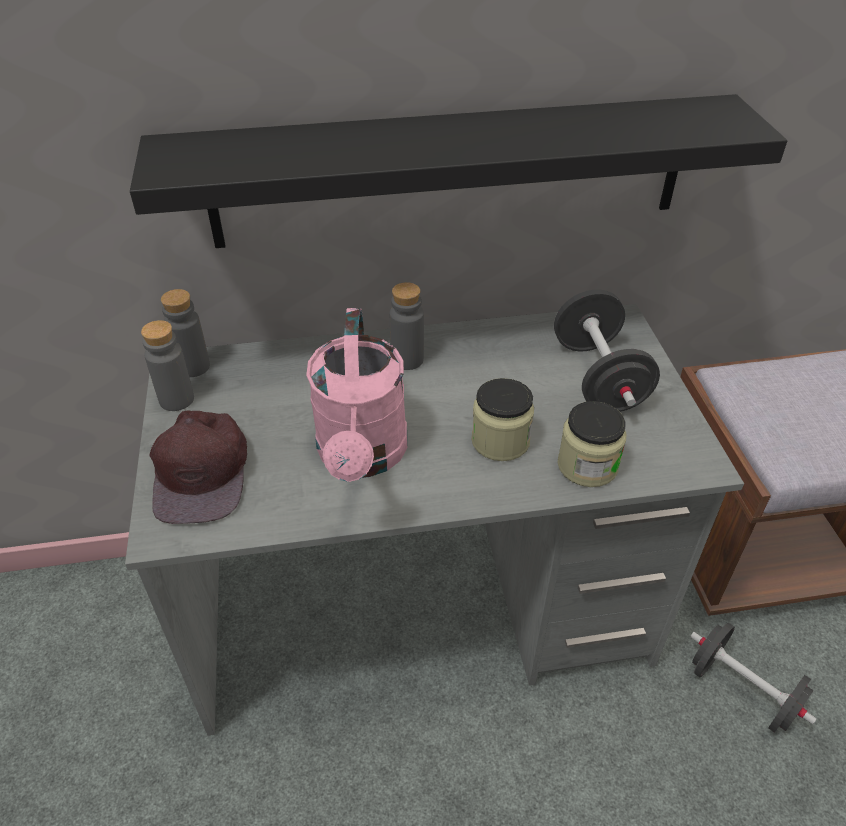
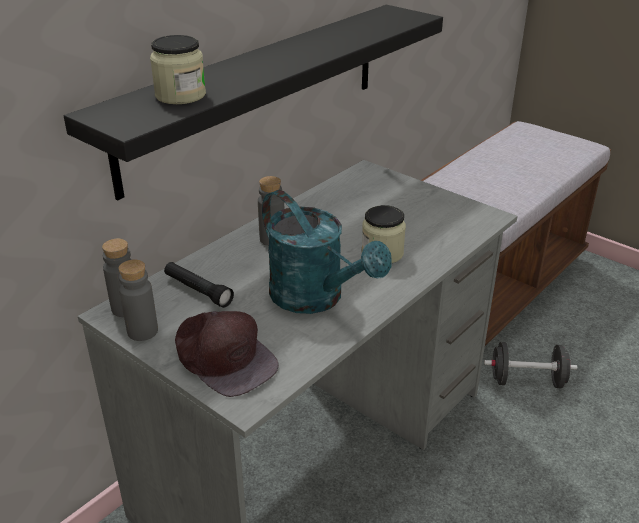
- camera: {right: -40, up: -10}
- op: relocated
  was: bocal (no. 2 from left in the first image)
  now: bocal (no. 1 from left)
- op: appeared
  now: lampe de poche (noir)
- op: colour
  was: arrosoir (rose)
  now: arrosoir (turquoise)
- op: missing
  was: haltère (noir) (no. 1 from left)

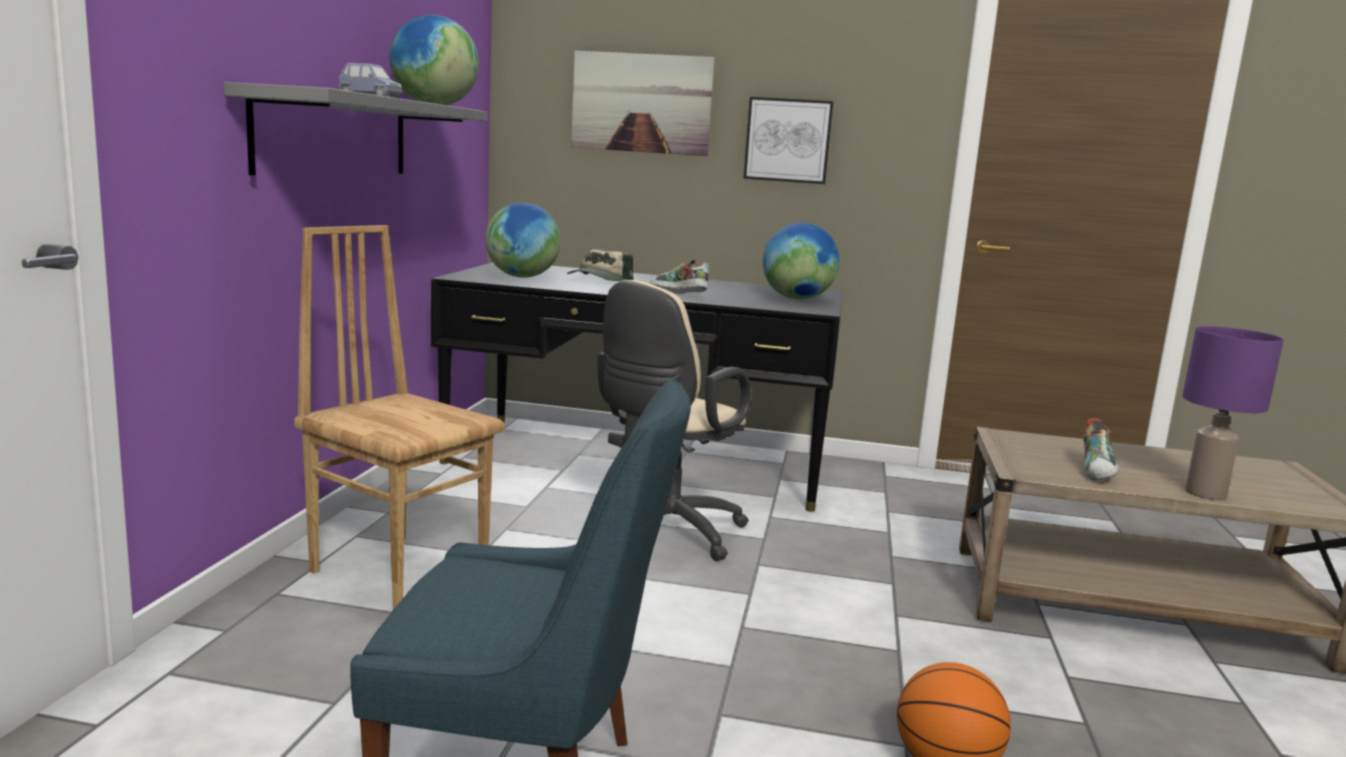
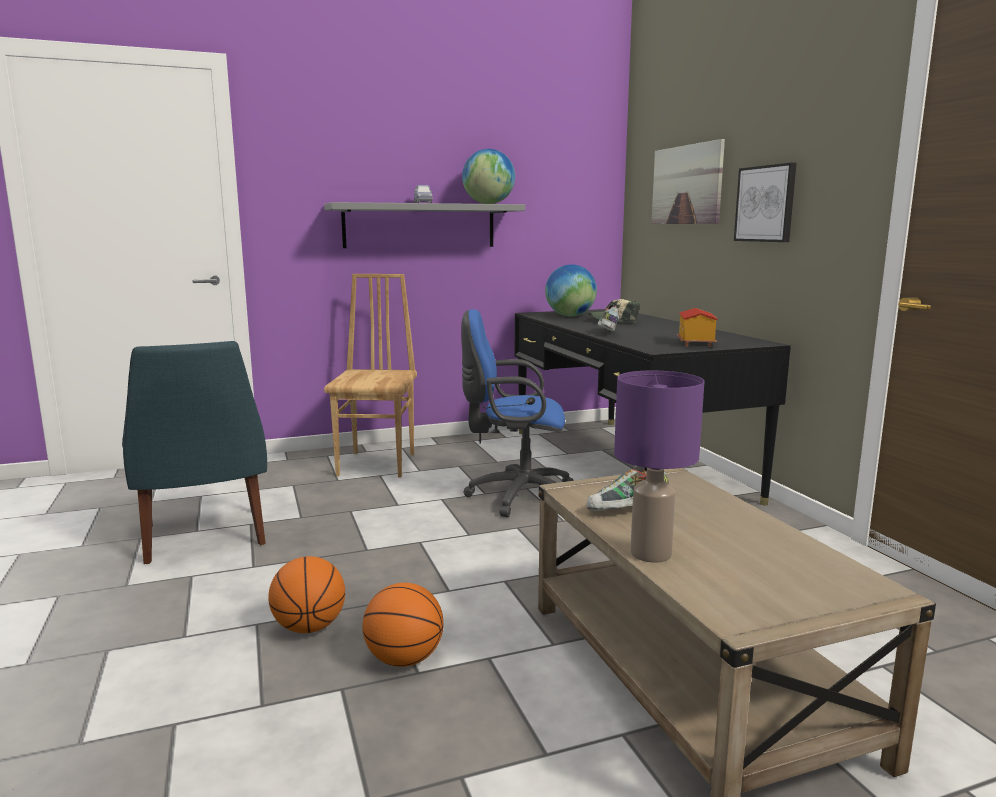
- camera: {right: 60, up: 0}
- op: appeared
  now: ballon de basket (no. 2 from left)
- op: colour
  was: chaise de bureau (beige)
  now: chaise de bureau (bleu)
- op: exchanged
  was: globe (no. 3 from left)
  now: maison miniature

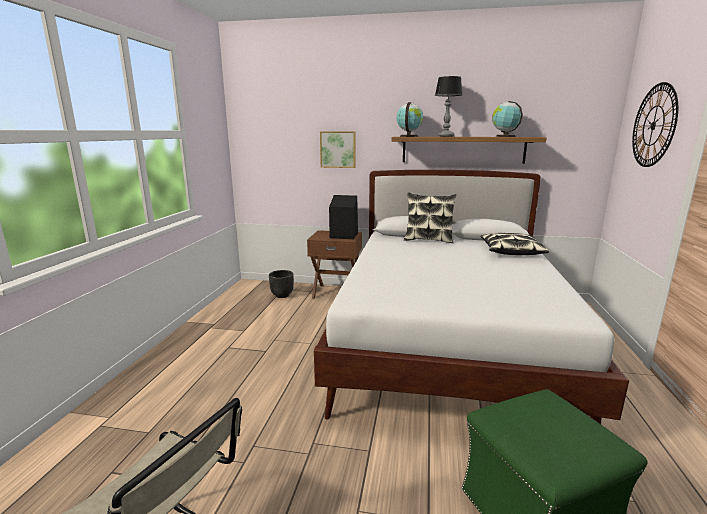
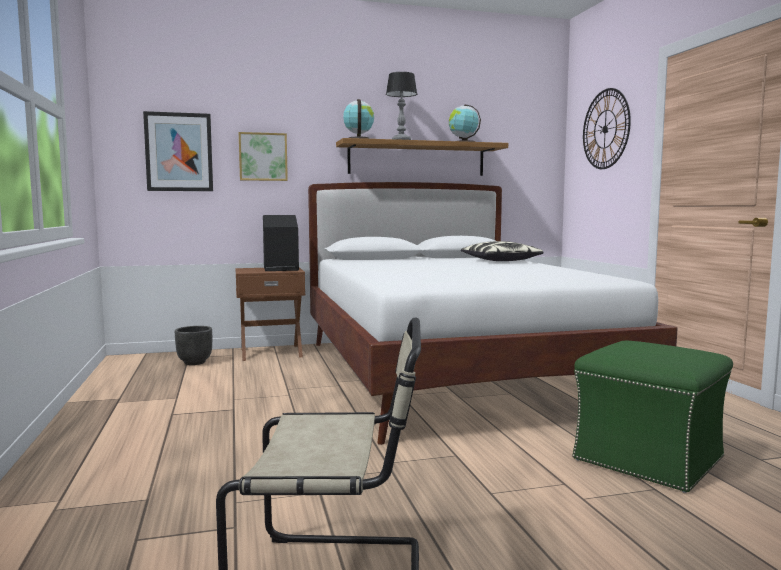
- camera: {right: -25, up: -10}
- op: appeared
  now: tableau (no. 1 from left)
- op: missing
  was: coussin (no. 1 from left)

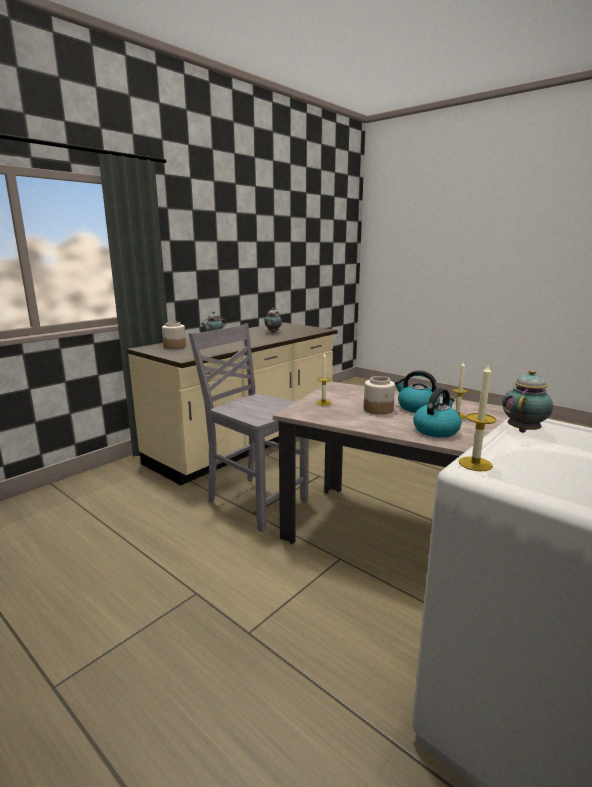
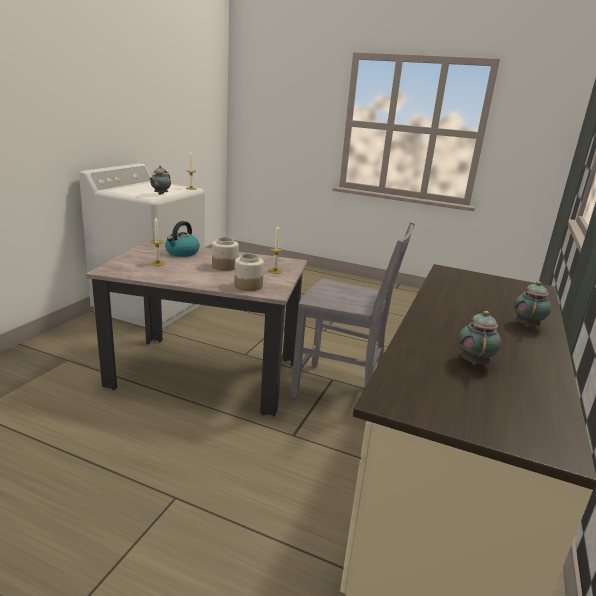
- camera: {right: 160, up: 5}
- op: relocated
  was: bocal (no. 1 from left in the first image)
  now: bocal (no. 2 from left)
- op: missing
  was: bouilloire (no. 1 from left)

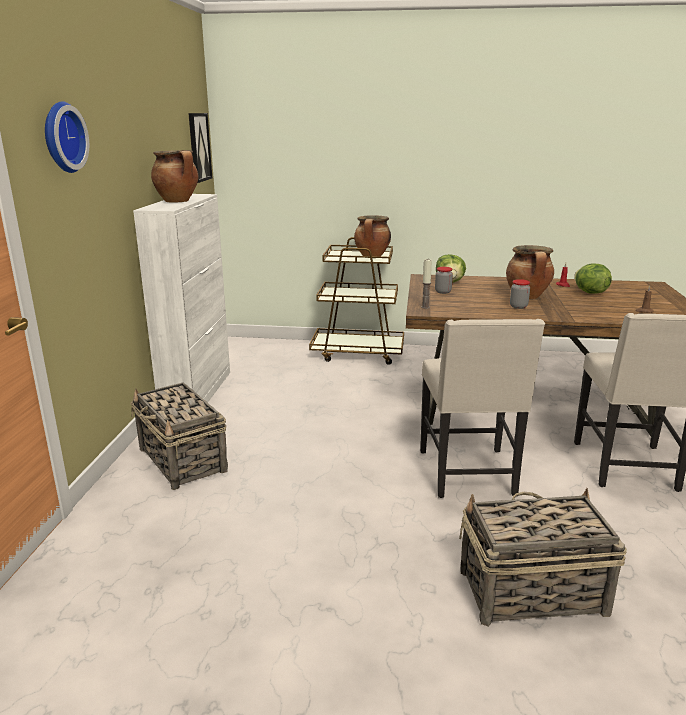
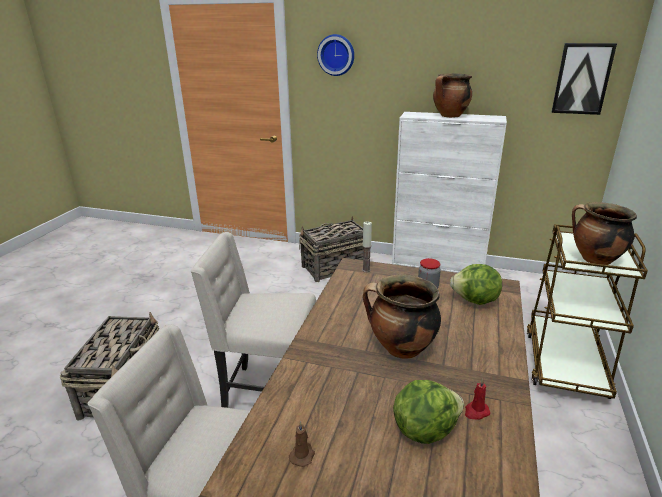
- camera: {right: 100, up: 5}
- op: missing
  was: bocal (no. 2 from left)

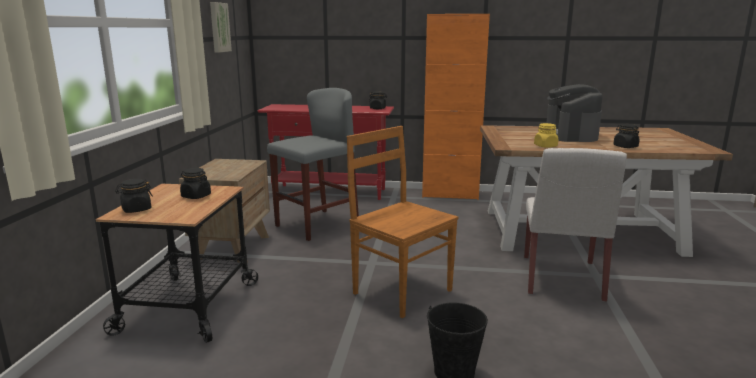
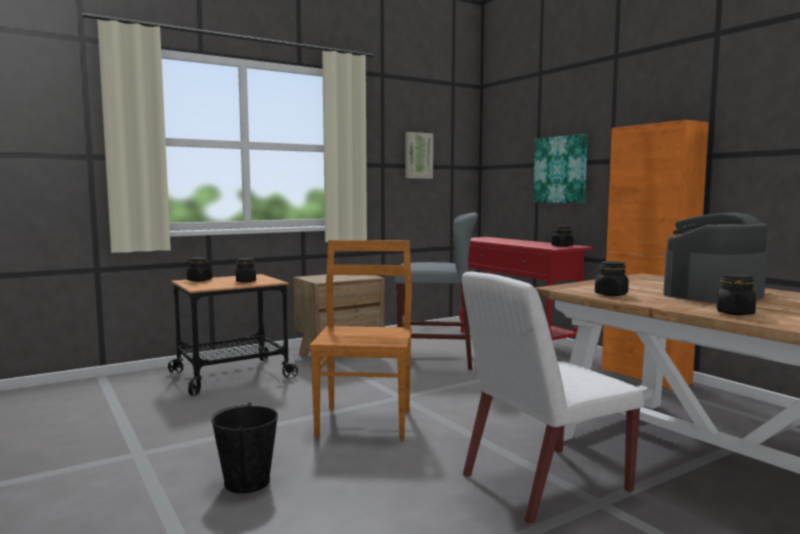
- camera: {right: 50, up: -10}
- op: appeared
  now: tableau (no. 2 from left)
- op: colour
  was: bocal (jaune)
  now: bocal (noir) (no. 4 from left)

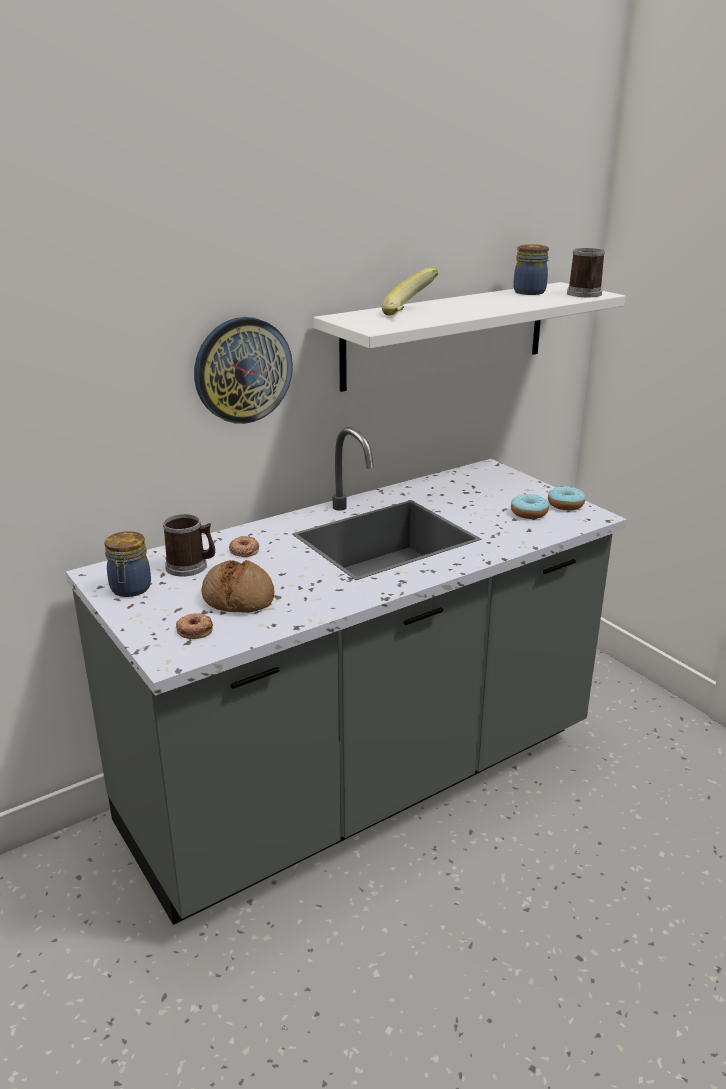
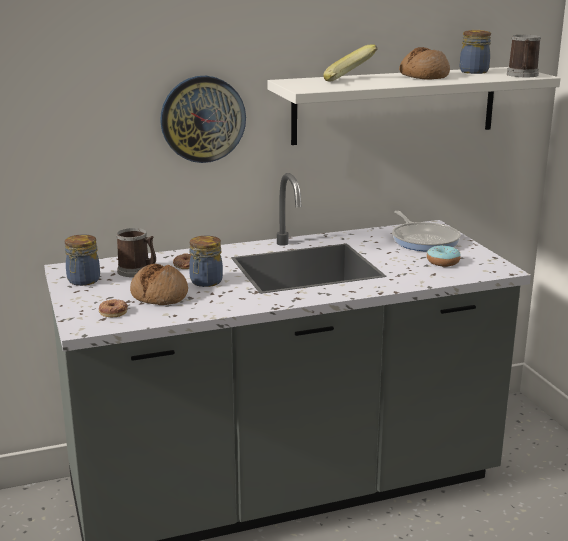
- camera: {right: 15, up: -5}
- op: appeared
  now: bocal (no. 2 from left)
- op: appeared
  now: poêle
- op: appeared
  now: pain (no. 2 from left)
- op: missing
  was: beignet (no. 4 from left)

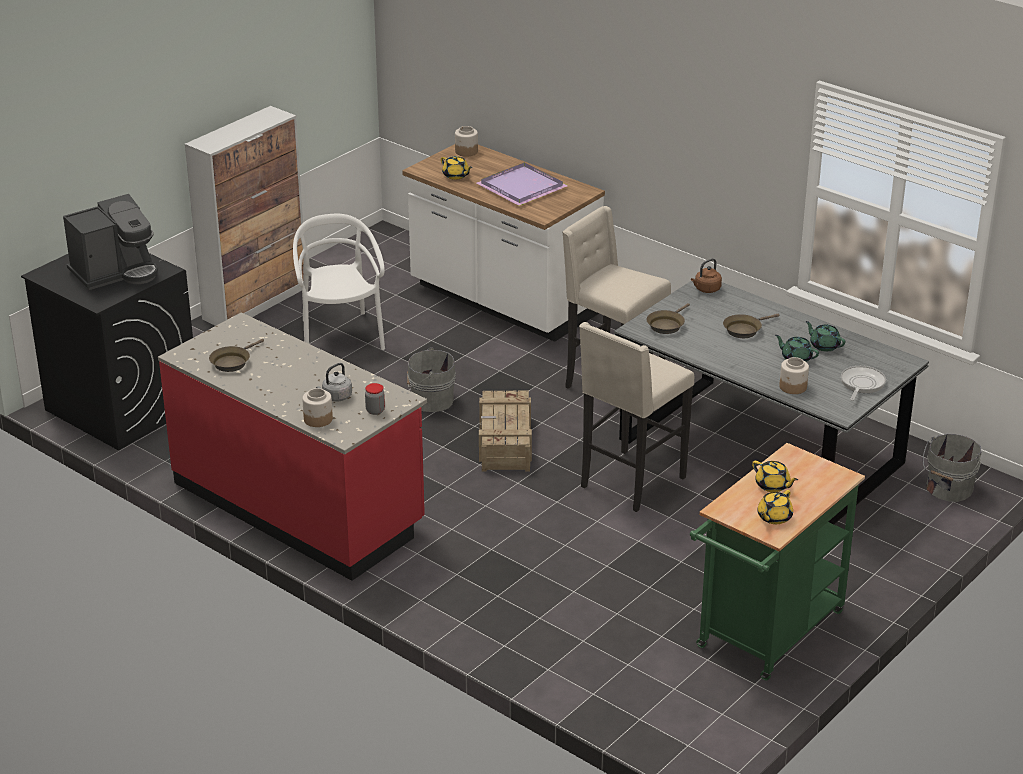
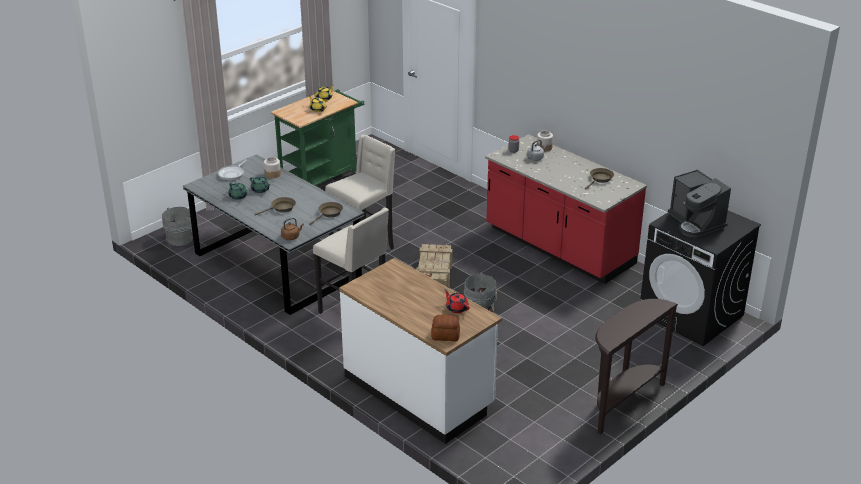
- camera: {right: -175, up: 0}
- op: exchanged
  was: bocal (no. 3 from left)
  now: pain
- op: colour
  was: théière (jaune) (no. 1 from left)
  now: théière (rouge)
- op: exchanged
  was: meuble de rangement
  now: table console (marron)
- op: spun
  was: machine à café
  clockwise: -90
- op: missing
  was: chaise (blanc)
- op: missing
  was: plateau (violet)

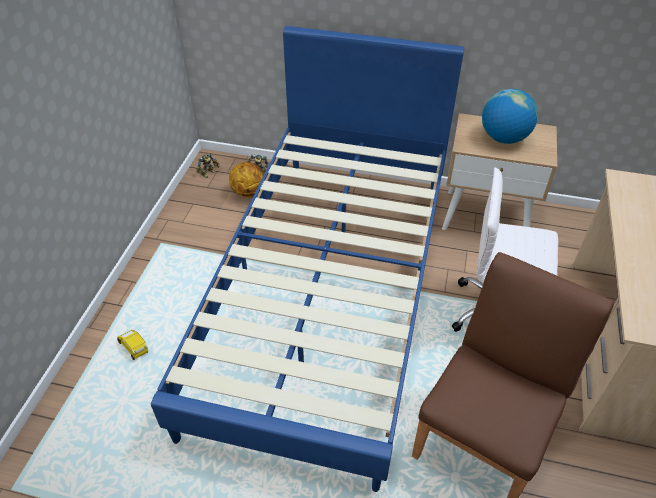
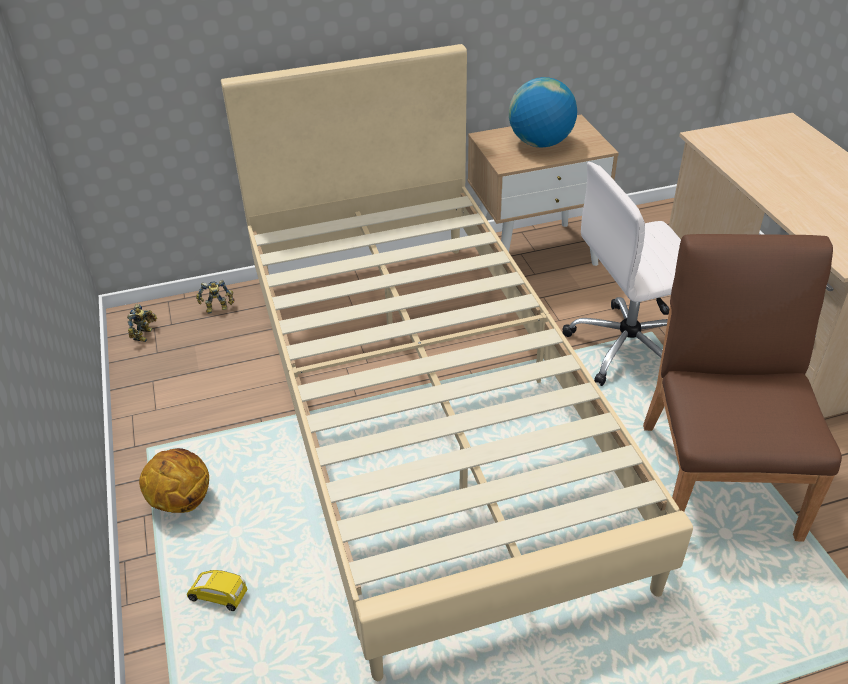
- camera: {right: -30, up: -5}
- op: relocated
  was: ballon de basket
- op: colour
  was: lit (bleu)
  now: lit (beige)

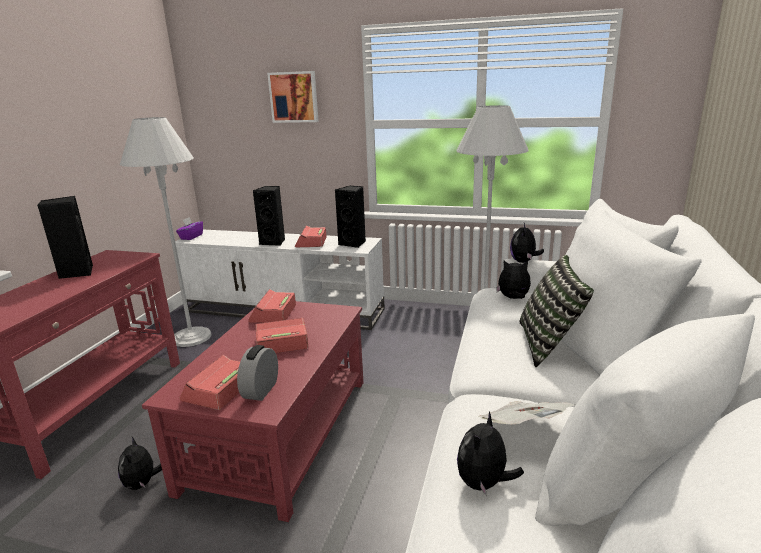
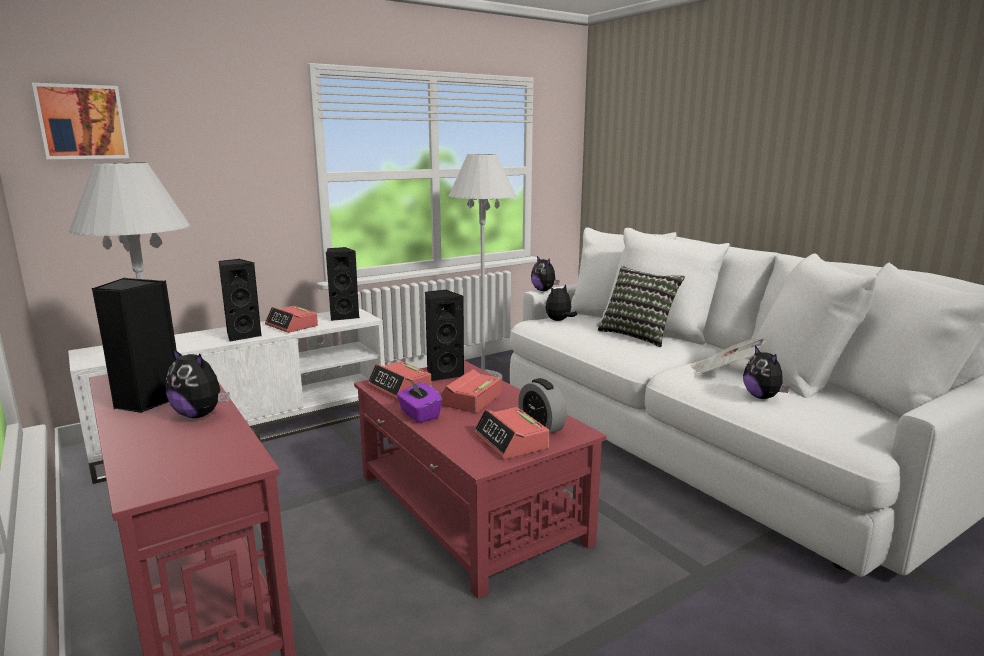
- camera: {right: -50, up: -5}
- op: relocated
  was: tableau
- op: relocated
  was: peluche (no. 1 from left)
- op: relocated
  was: boîte à mouchoirs (violet)
- op: appeared
  now: enceinte (noir) (no. 4 from left)

